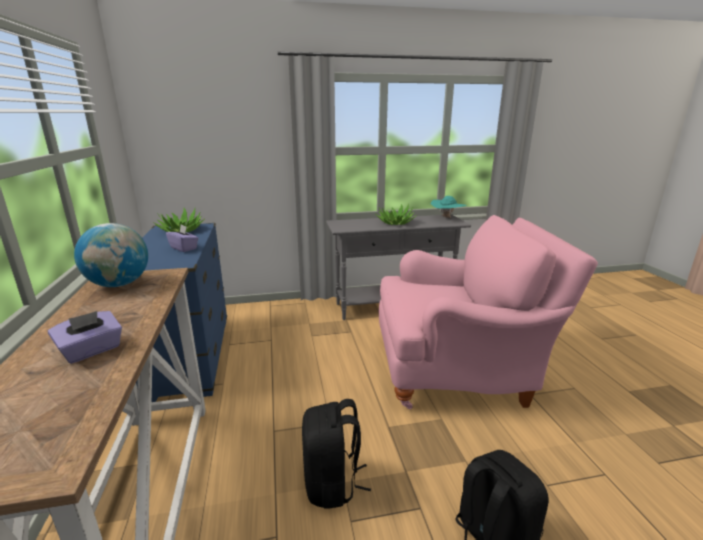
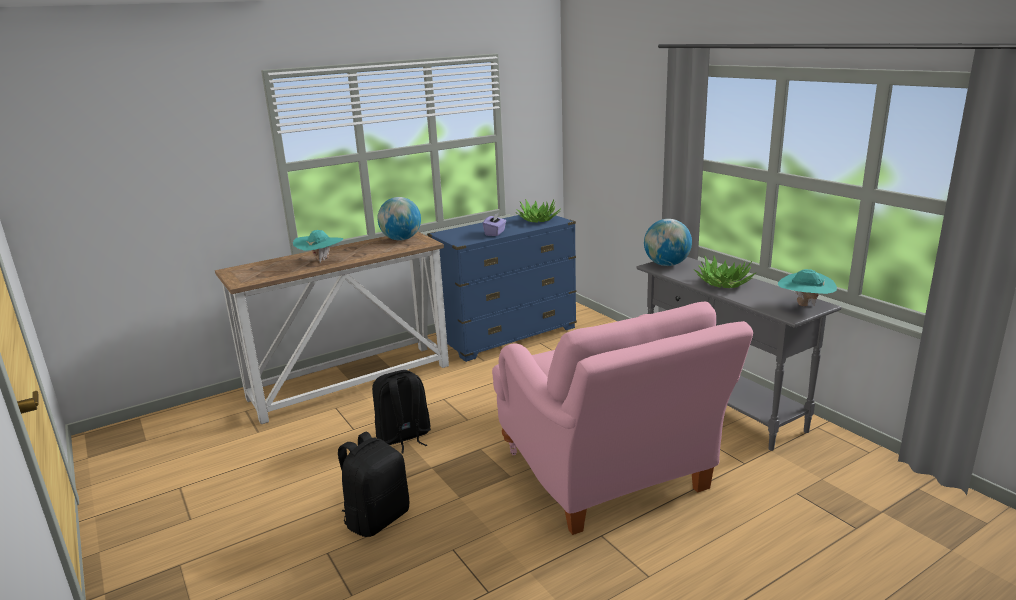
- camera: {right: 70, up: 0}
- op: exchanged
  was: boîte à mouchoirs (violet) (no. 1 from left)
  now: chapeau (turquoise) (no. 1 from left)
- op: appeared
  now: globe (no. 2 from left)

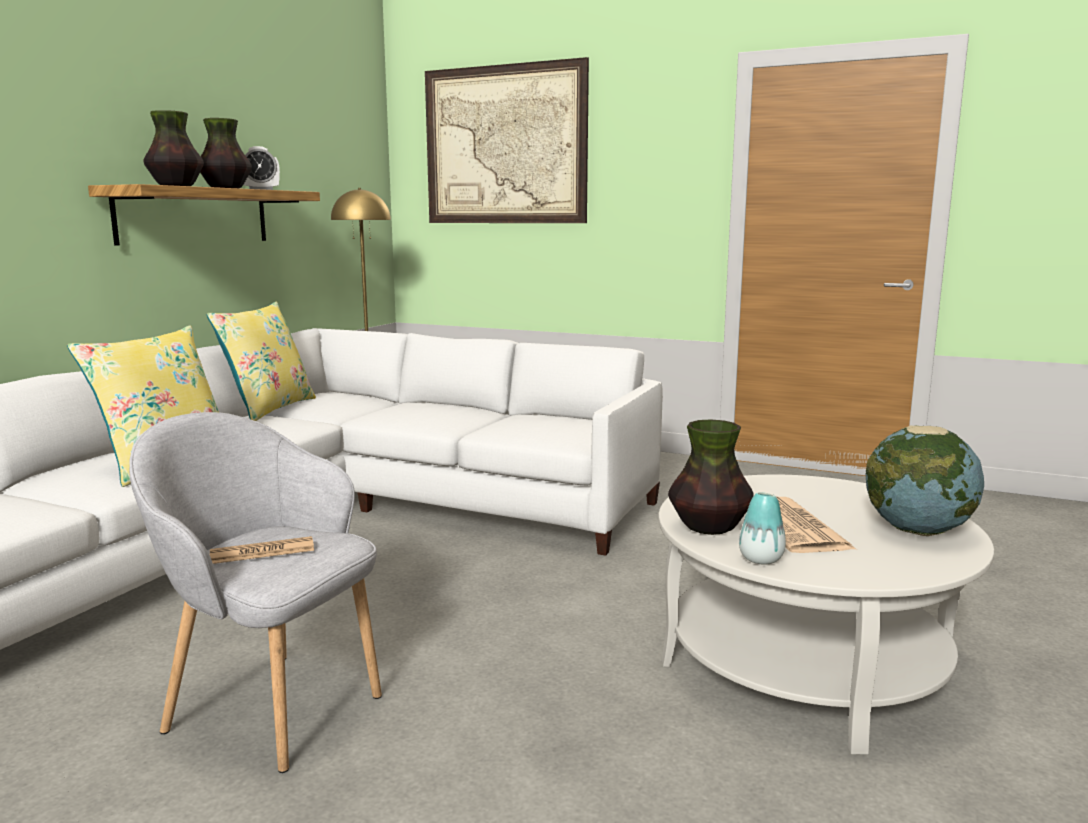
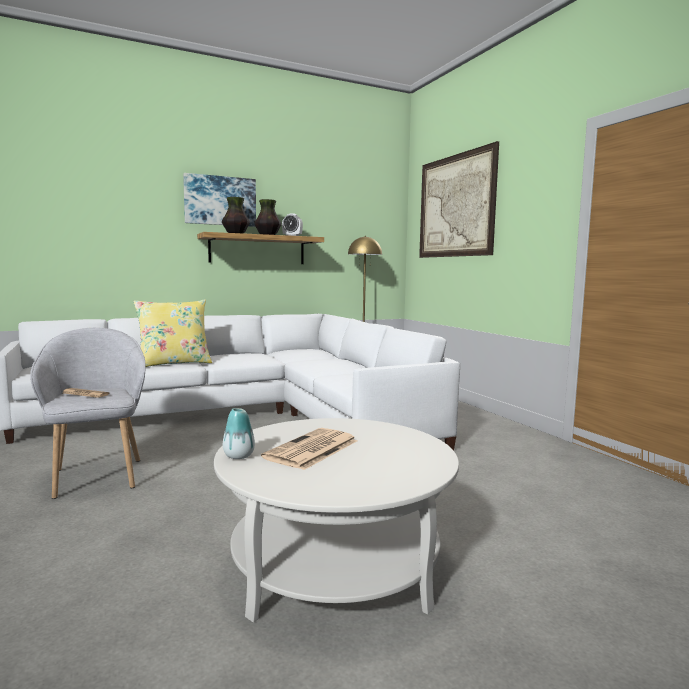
- camera: {right: 40, up: -5}
- op: appeared
  now: tableau (no. 1 from left)
- op: missing
  was: coussin (jaune) (no. 2 from left)
- op: missing
  was: vase (no. 3 from left)
- op: missing
  was: globe

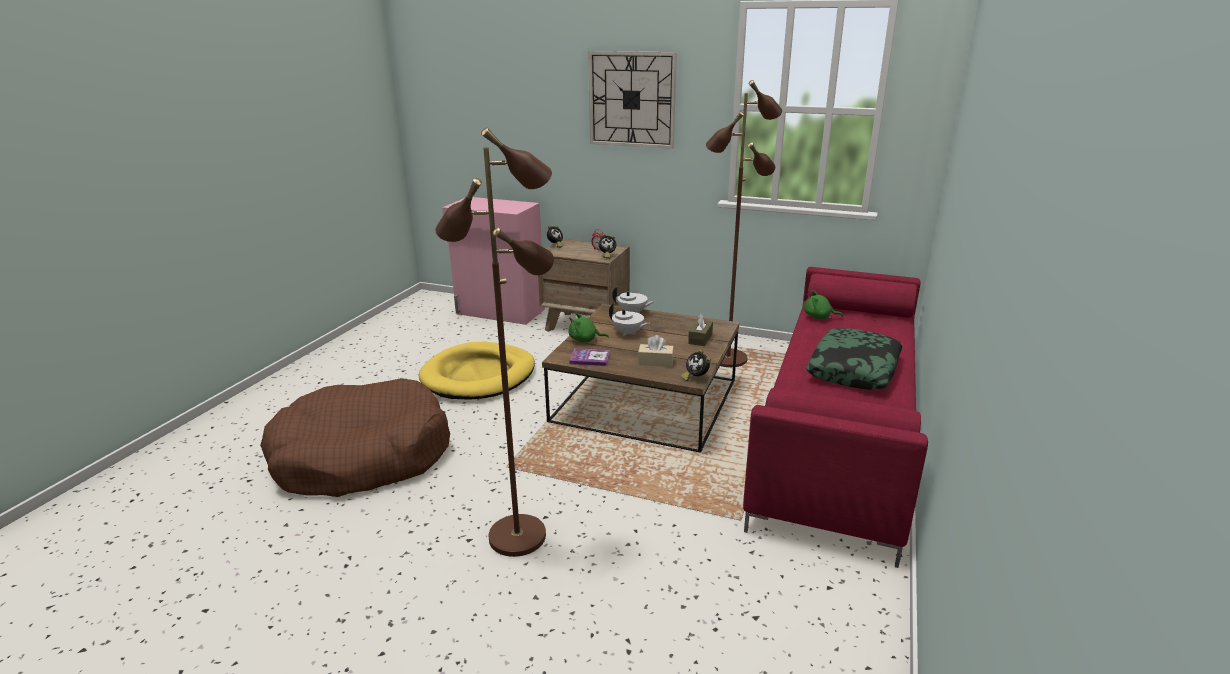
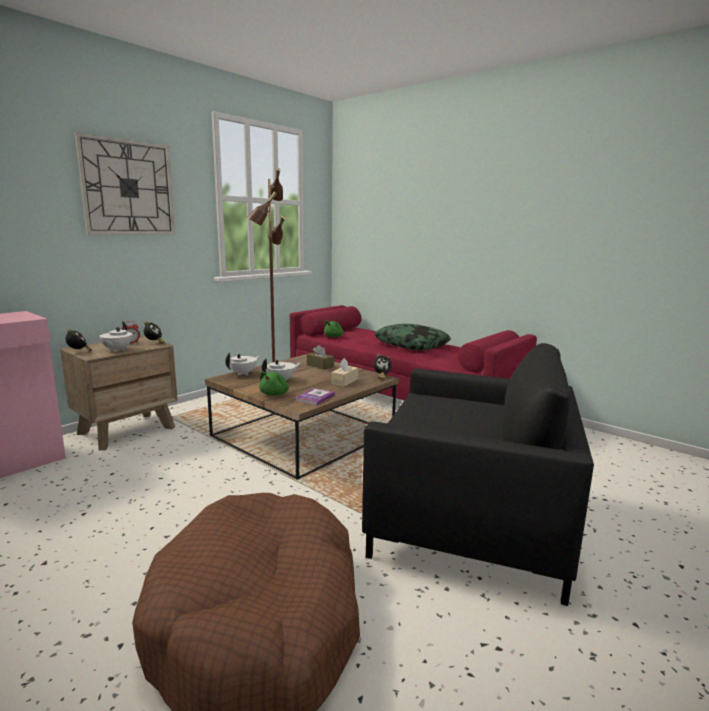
- camera: {right: -70, up: -10}
- op: appeared
  now: théière (blanc) (no. 1 from left)
- op: exchanged
  was: lampadaire (marron) (no. 1 from left)
  now: fauteuil (noir)
- op: missing
  was: panier pour chien (jaune)

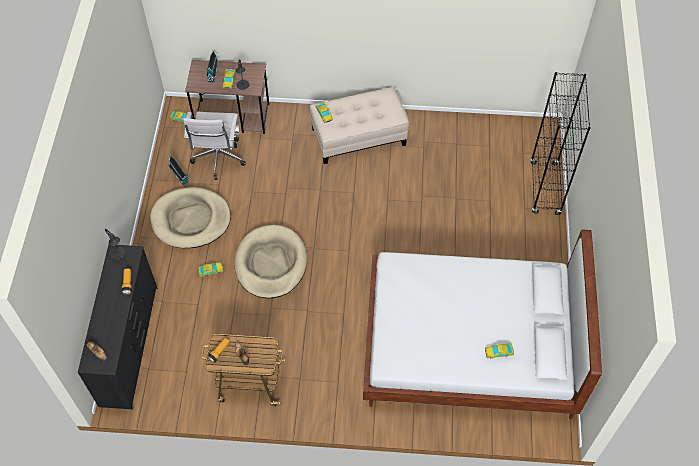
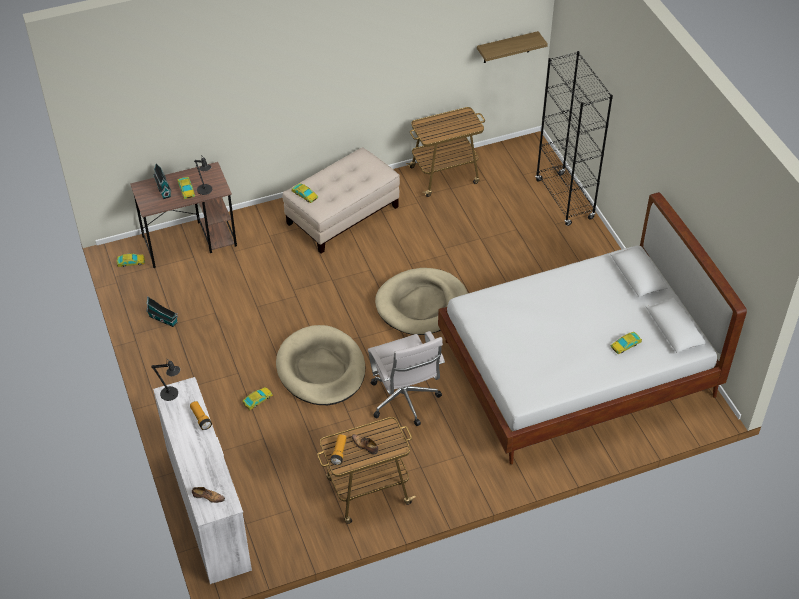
- camera: {right: -25, up: -10}
- op: colour
  was: commode (noir)
  now: commode (blanc)
- op: relocated
  was: chaise de bureau (blanc)
- op: relocated
  was: panier pour chien (beige) (no. 1 from left in the first image)
  now: panier pour chien (beige) (no. 2 from left)
- op: appeared
  now: chariot (no. 2 from left)
- op: appeared
  now: étagère

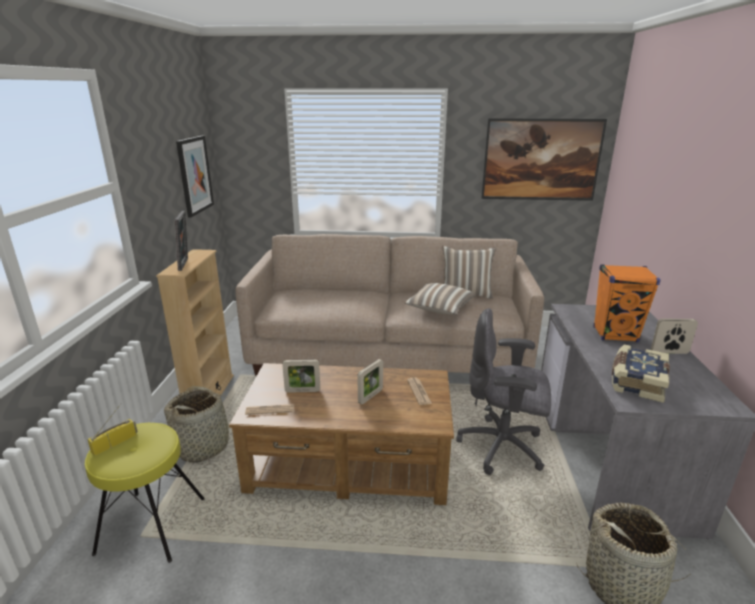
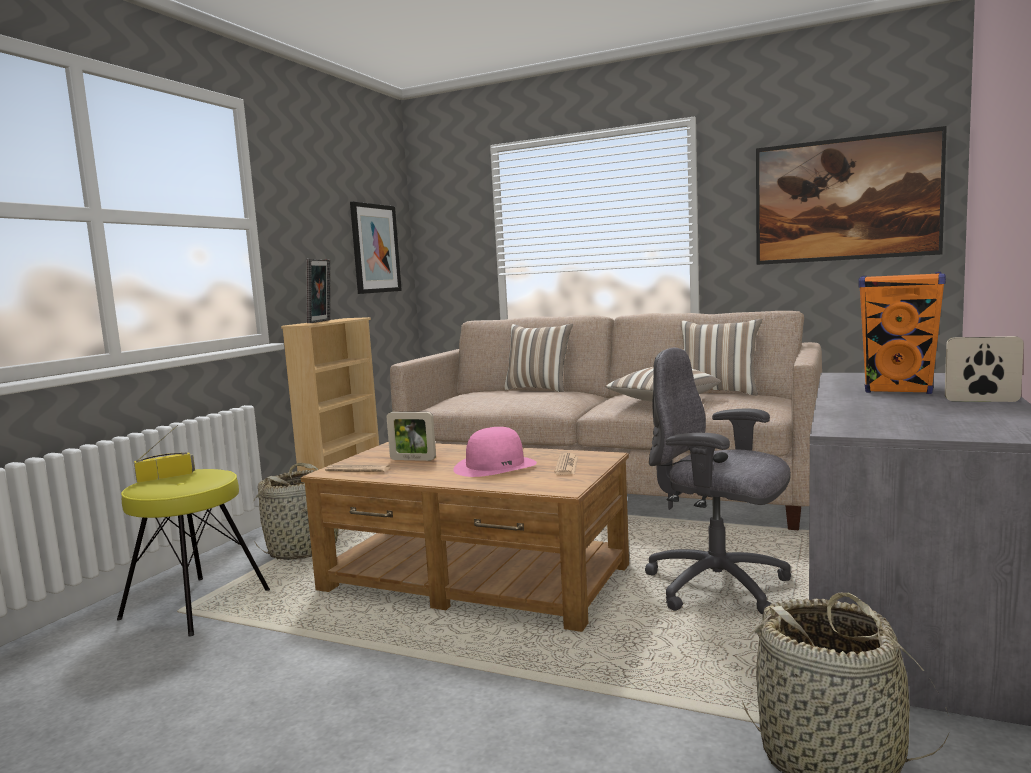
- camera: {right: 20, up: -15}
- op: exchanged
  was: cadre photo (no. 3 from left)
  now: chapeau (rose)
- op: appeared
  now: coussin (no. 1 from left)
- op: missing
  was: livre

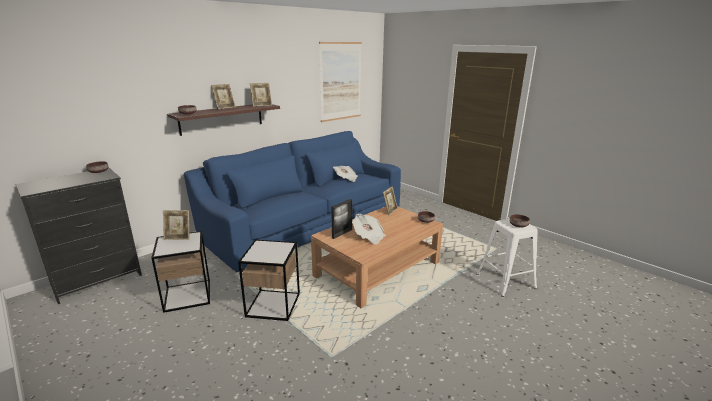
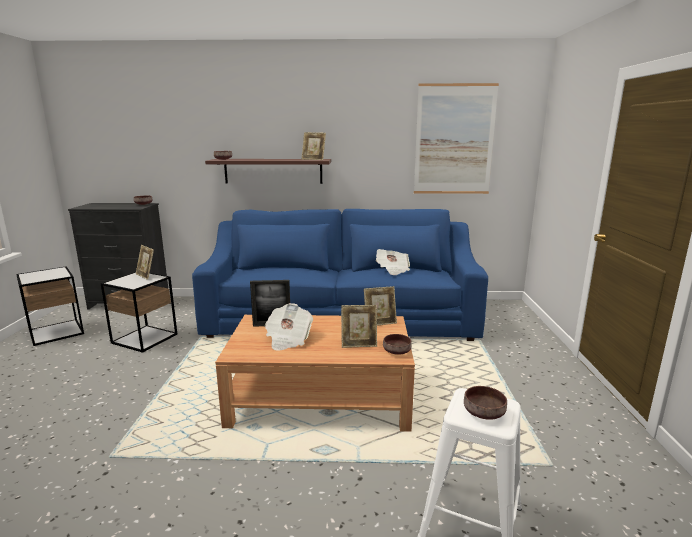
- camera: {right: 45, up: -5}
- op: relocated
  was: table d'appoint (no. 2 from left in the first image)
  now: table d'appoint (no. 1 from left)
- op: relocated
  was: cadre photo (no. 2 from left in the first image)
  now: cadre photo (no. 4 from left)

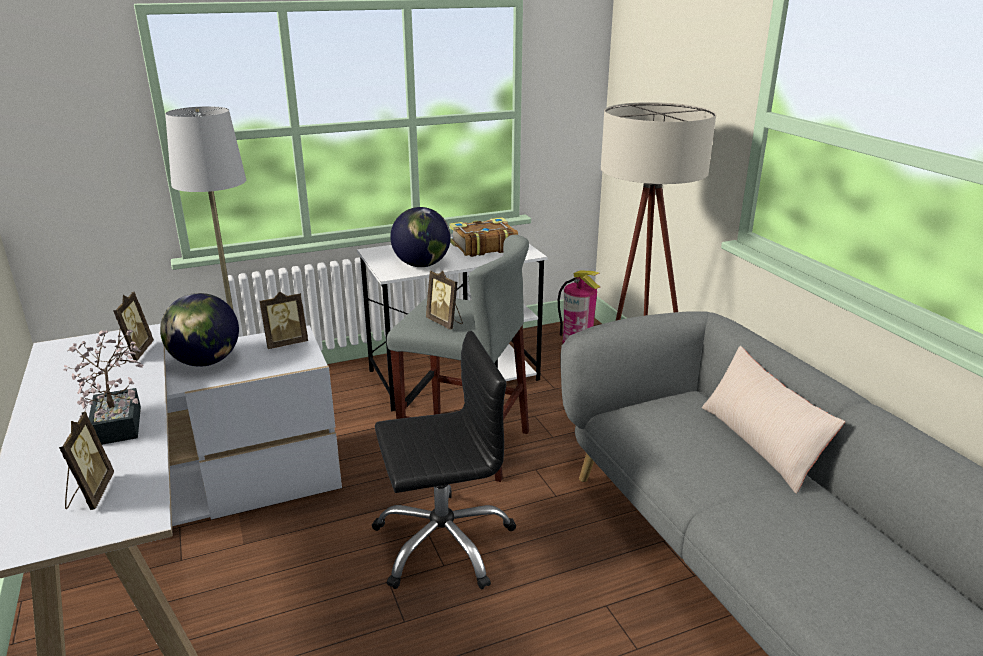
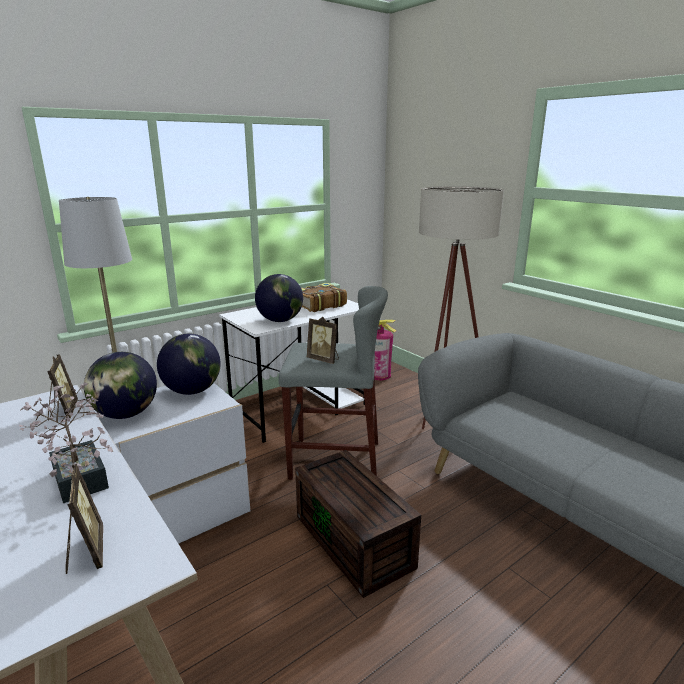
- camera: {right: -15, up: -5}
- op: exchanged
  was: cadre photo (no. 3 from left)
  now: globe (no. 2 from left)
- op: exchanged
  was: chaise de bureau (noir)
  now: boîte de rangement (marron)
- op: missing
  was: coussin (beige)

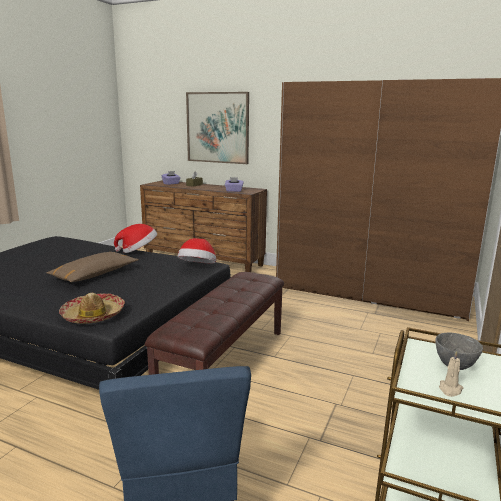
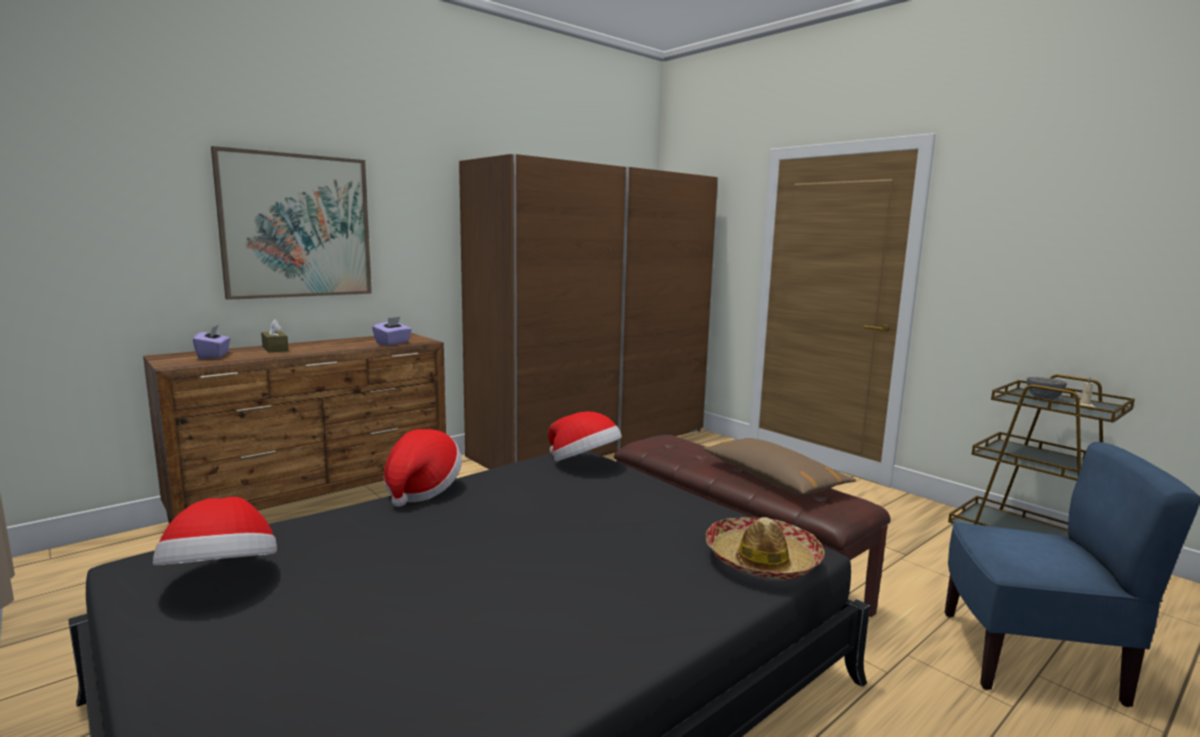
- camera: {right: -65, up: -5}
- op: appeared
  now: chapeau (no. 1 from left)
- op: relocated
  was: coussin (marron)

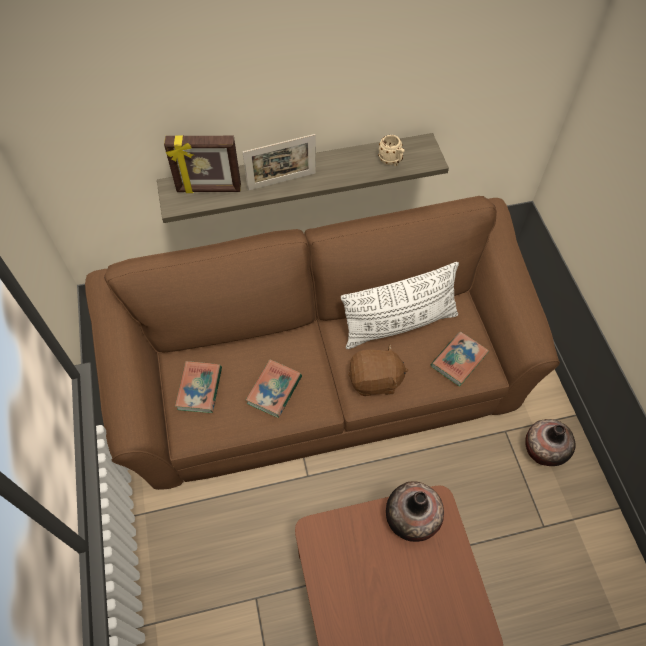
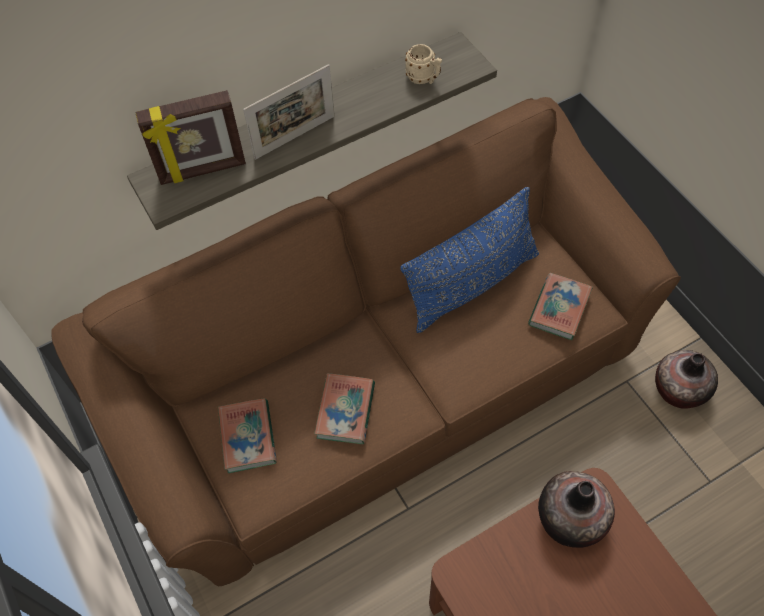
- camera: {right: -15, up: 0}
- op: colour
  was: coussin (blanc)
  now: coussin (bleu)
- op: missing
  was: peluche (marron)

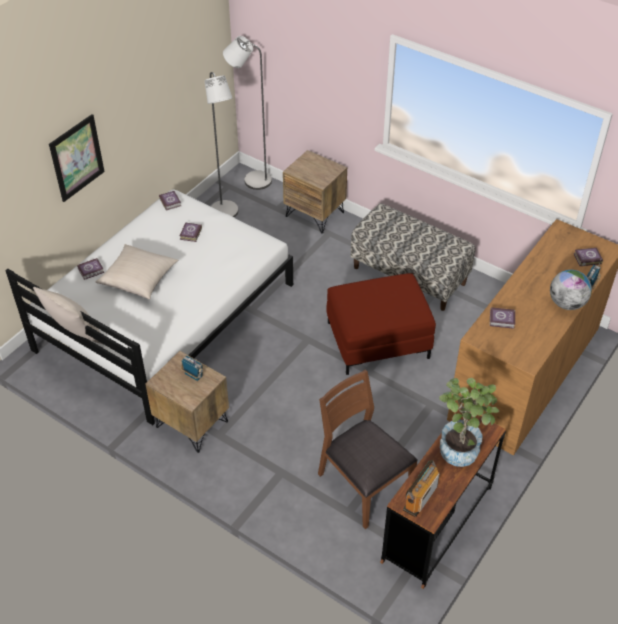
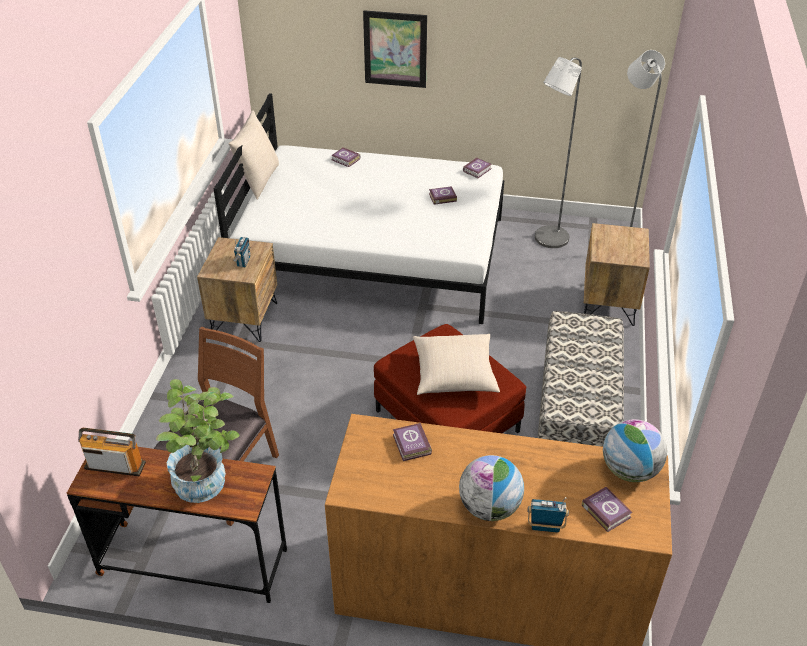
- camera: {right: 65, up: -5}
- op: relocated
  was: coussin (beige) (no. 2 from left)
- op: appeared
  now: globe (no. 2 from left)

